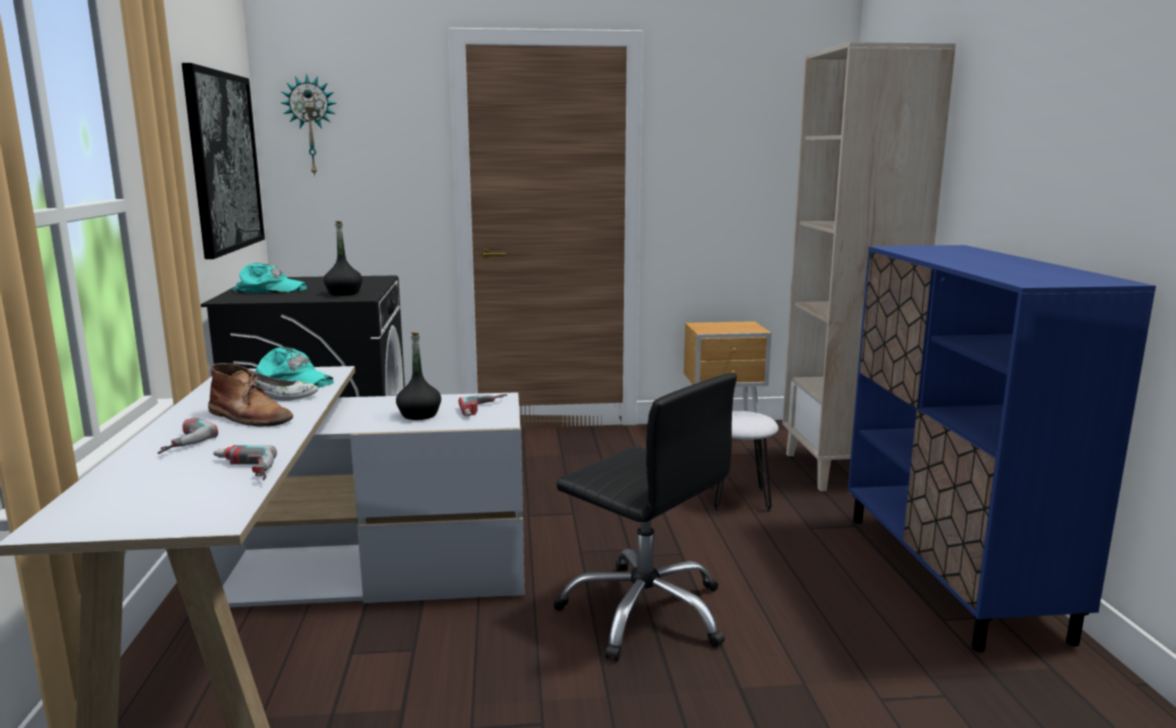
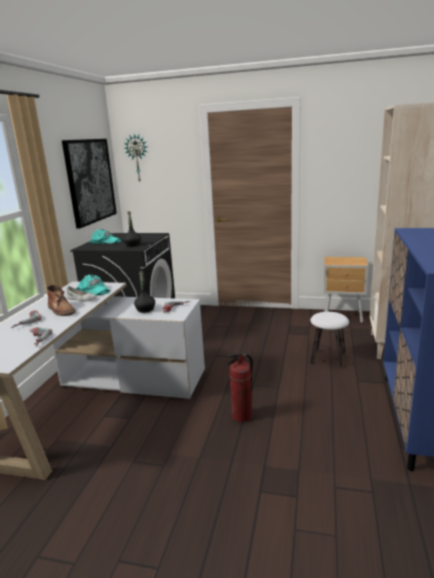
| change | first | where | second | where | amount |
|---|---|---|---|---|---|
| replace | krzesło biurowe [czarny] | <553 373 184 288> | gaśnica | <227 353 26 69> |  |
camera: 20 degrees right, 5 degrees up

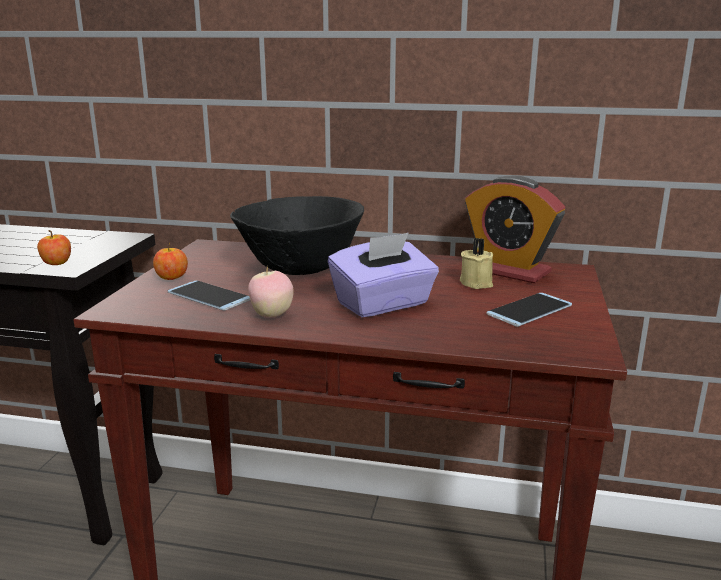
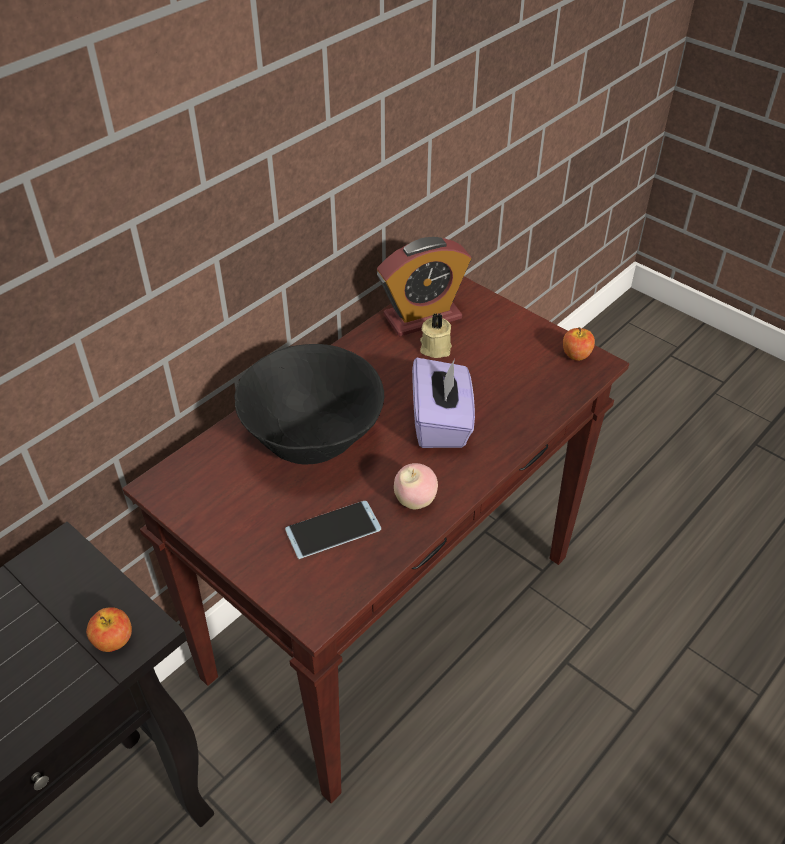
| change | first | where | second | where | amount |
|---|---|---|---|---|---|
| move | jabłko | <153 242 35 38> |  | <563 327 32 34> |  |
| delete | telefon | <486 293 86 34> |  |  |  |
camera: 60 degrees left, 25 degrees up

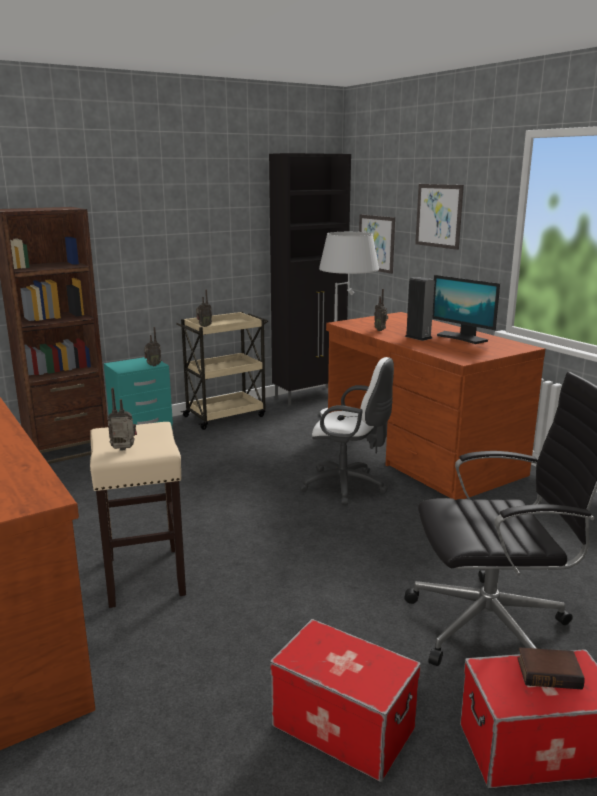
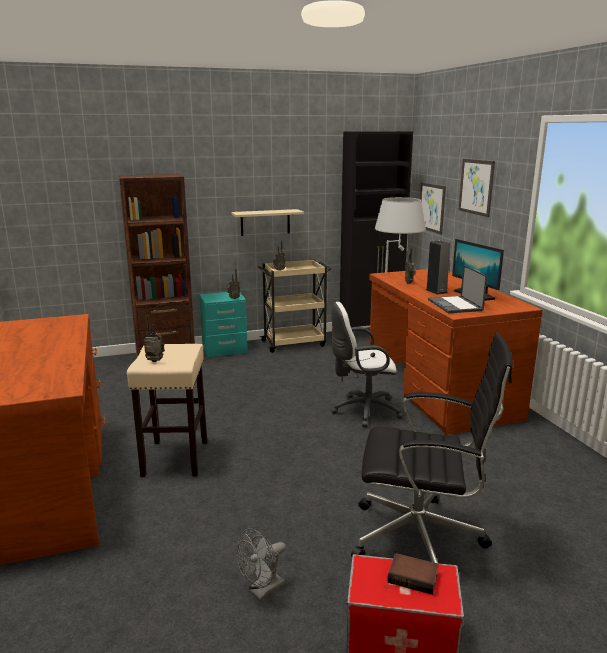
| change | first | where | second | where | amount |
|---|---|---|---|---|---|
| rotate | krzesło biurowe [biały] | <299 357 95 148> |  | <331 302 73 125> | 135 degrees clockwise |
| replace | pojemnik do przechowywania | <270 619 151 163> | wentylator [szary] | <236 528 50 72> |  |
| insert |  |  | półka [beżowy] | <231 209 73 27> |  |
| insert |  |  | laptop | <428 265 59 48> |  |
camera: 15 degrees right, 0 degrees up

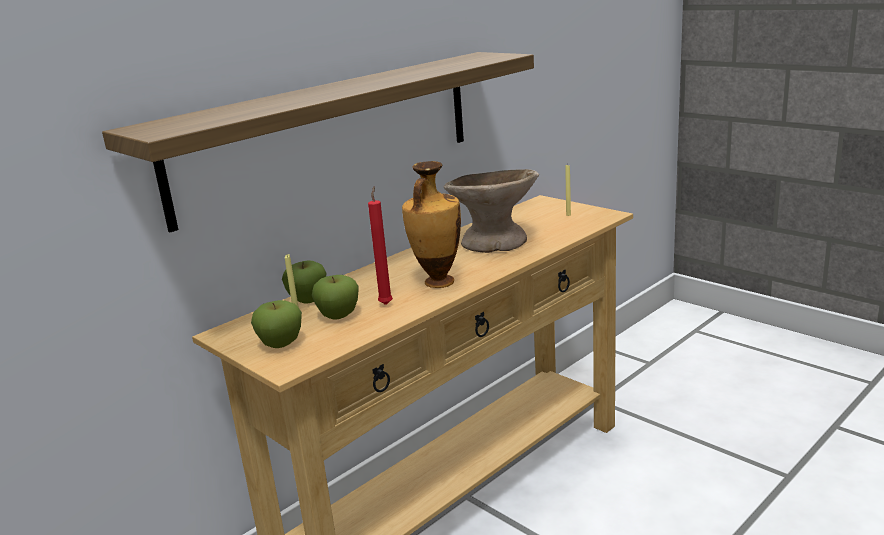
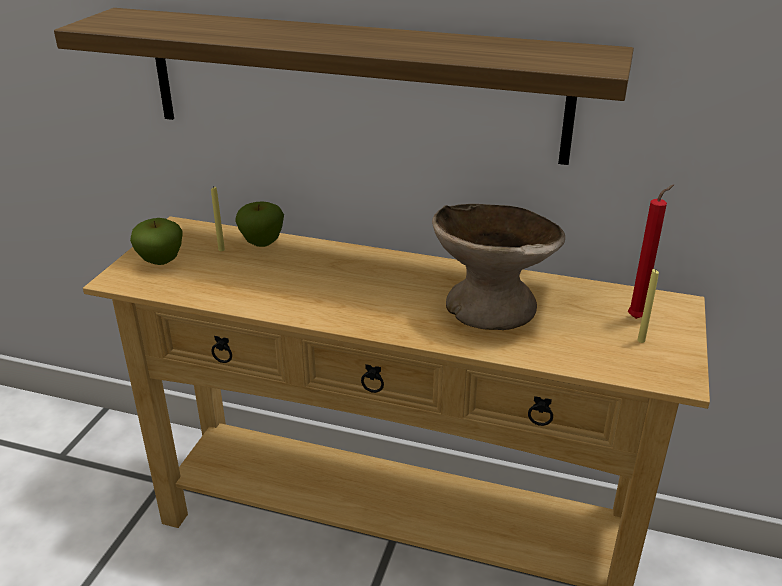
| change | first | where | second | where | amount |
|---|---|---|---|---|---|
| delete | wazon | <402 161 59 127> |  |  |  |
| move | świeca [czerwony] | <368 187 25 118> |  | <628 184 46 135> |  |
| delete | jabłko | <312 275 47 44> |  |  |  |
camera: 60 degrees right, 10 degrees up

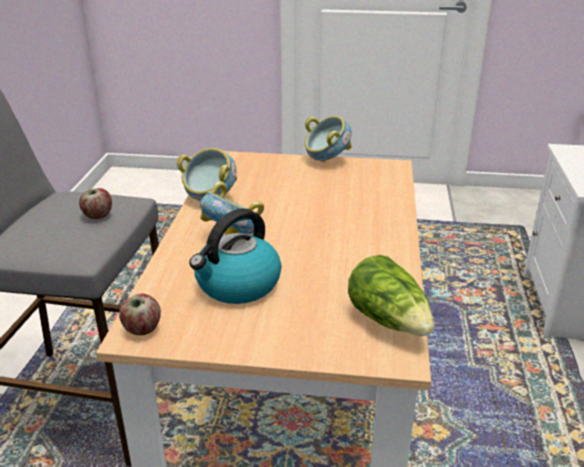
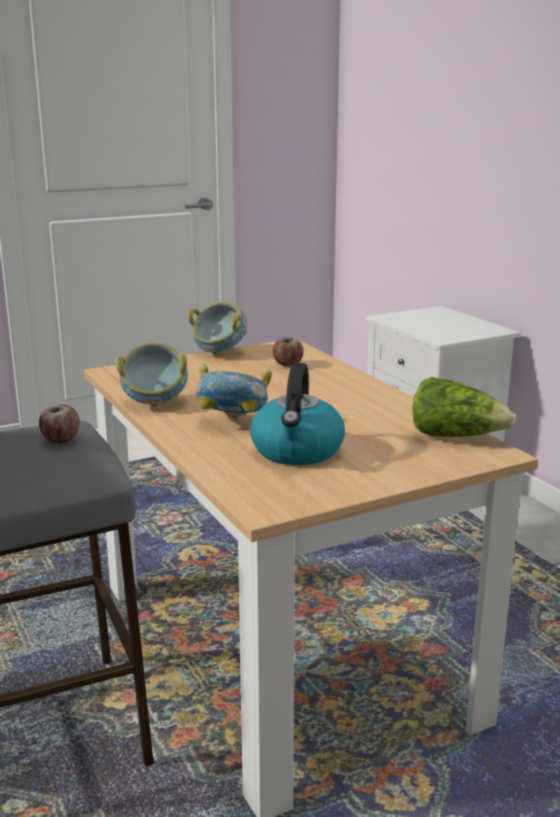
| change | first | where | second | where | amount |
|---|---|---|---|---|---|
| move | jabłko | <119 294 42 41> |  | <273 337 31 30> |  |
camera: 35 degrees left, 10 degrees down

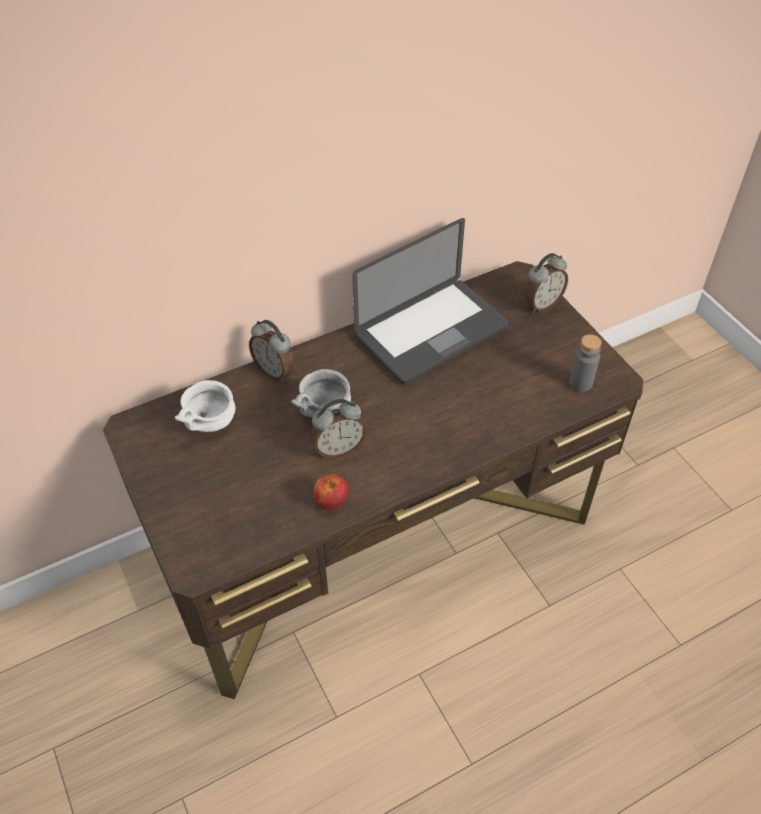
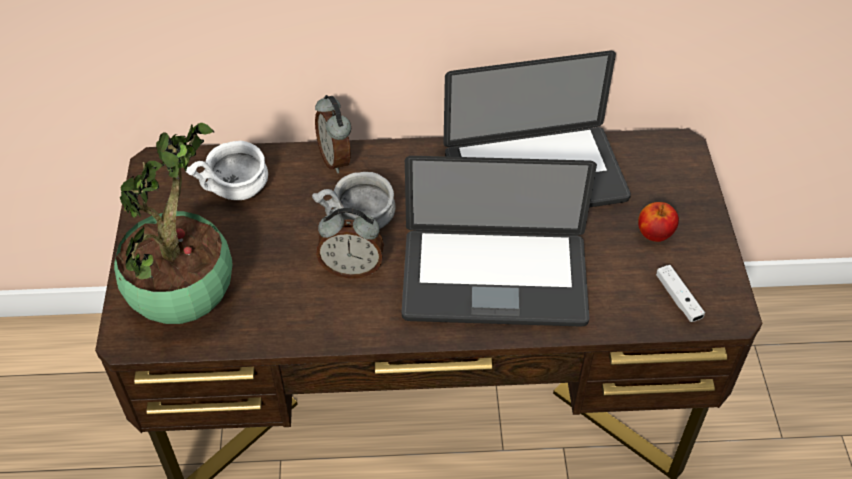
| change | first | where | second | where | amount |
|---|---|---|---|---|---|
| delete | budzik | <524 253 44 60> |  |  |  |
| replace | butelka [szary] | <569 334 32 58> | pad do gier [biały] | <656 265 49 57> |  |
| move | jabłko | <313 474 35 36> |  | <638 202 41 40> |  |
| insert |  |  | roślina doniczkowa | <114 123 119 201> |  |
| insert |  |  | laptop | <402 156 195 171> |  |
camera: 25 degrees right, 0 degrees up

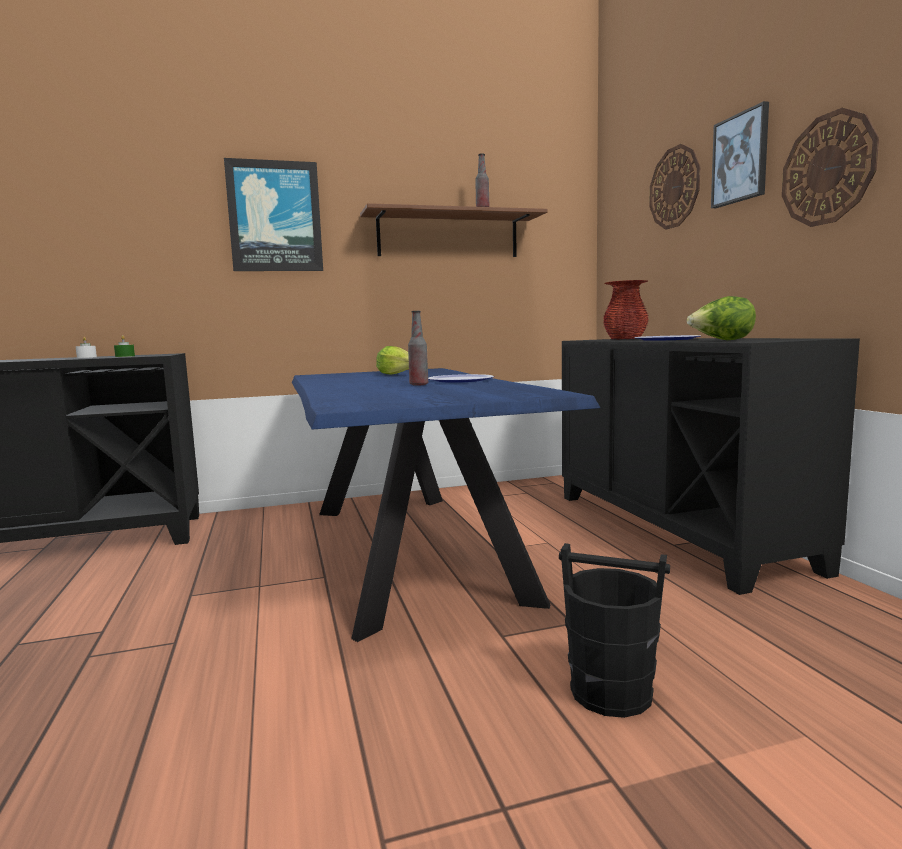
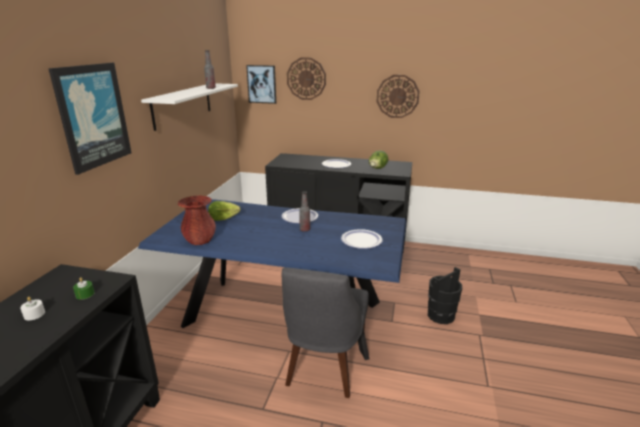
| change | first | where | second | where | amount |
|---|---|---|---|---|---|
| move | obraz | <711 101 58 107> |  | <246 65 30 39> |  |
| recolor | półka [brązowy] | <360 203 187 54> | półka [biały] | <141 83 97 48> |  |
| move | wazon [czerwony] | <603 280 46 59> |  | <178 195 38 50> |  |
| insert |  |  | talerz | <341 229 42 20> |  |
| insert |  |  | krzesło [szary] | <282 267 87 131> |  |
camera: 60 degrees left, 15 degrees up

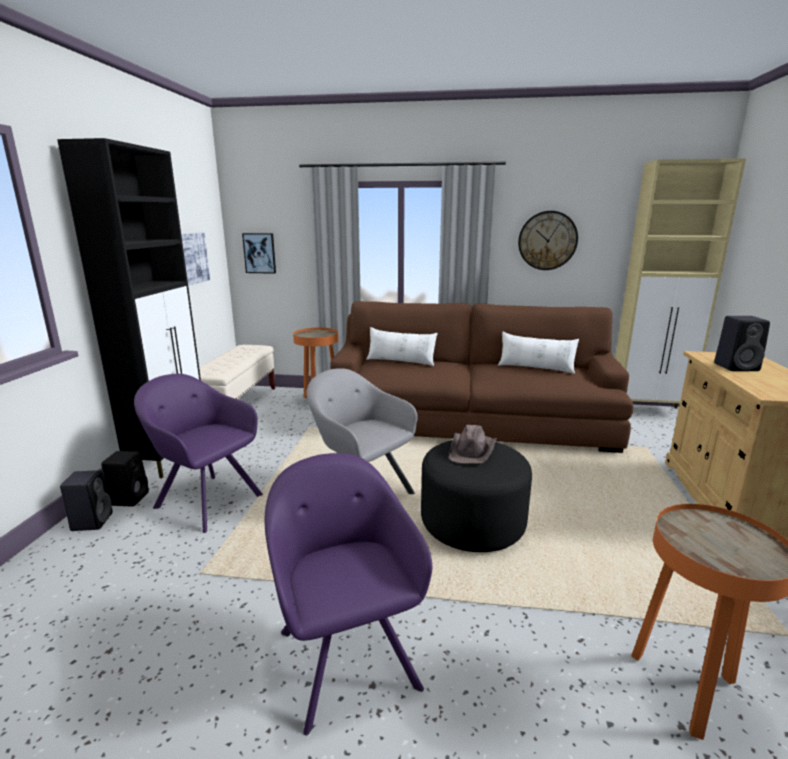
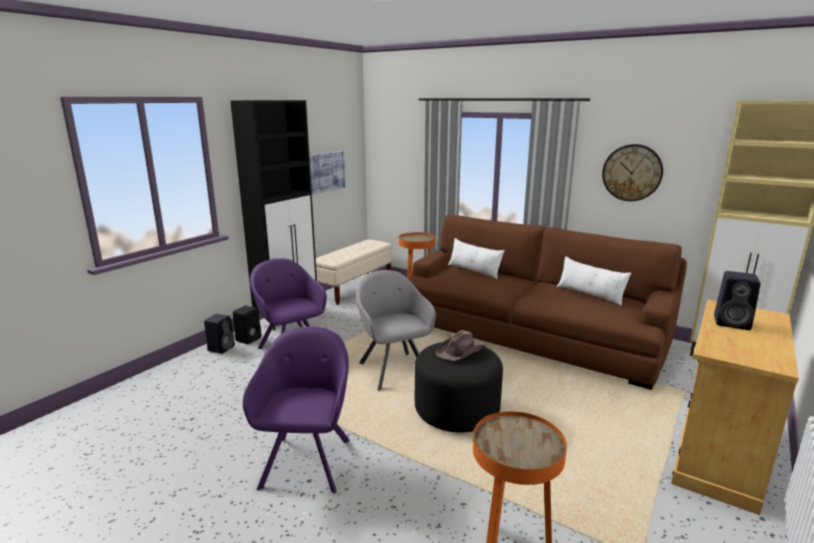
| change | first | where | second | where | amount |
|---|---|---|---|---|---|
| delete | obraz | <242 233 34 41> |  |  |  |
camera: 25 degrees right, 0 degrees up

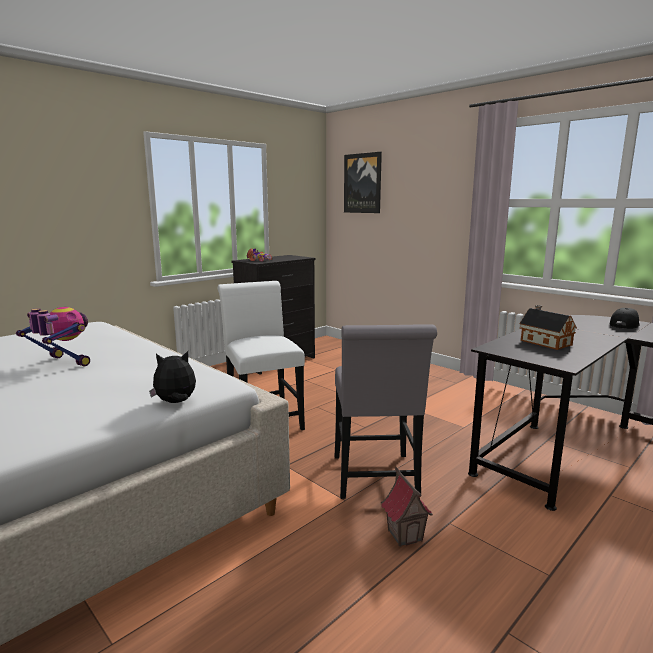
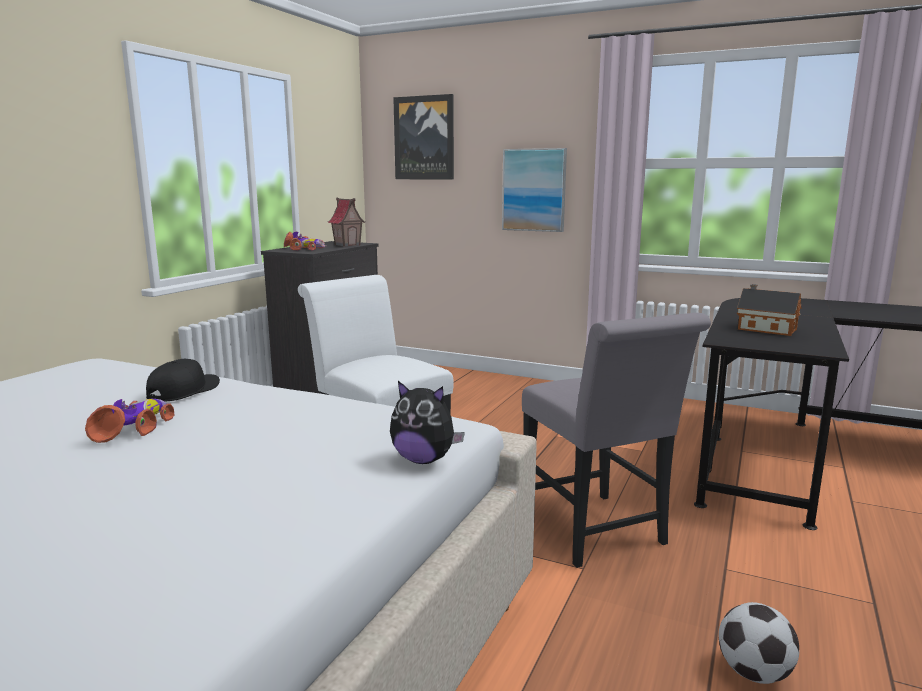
| change | first | where | second | where | amount |
|---|---|---|---|---|---|
| replace | robot zabawkowy | <16 307 74 59> | samochodzik | <85 399 89 44> |  |
| move | czapka z daszkiem [czarny] | <609 308 31 21> |  | <146 359 74 43> |  |
| rotate | pluszak | <149 351 47 52> |  | <390 381 75 83> | 120 degrees counterclockwise |
| move | domek | <381 467 52 80> |  | <328 198 37 49> |  |
| insert |  |  | obraz | <502 148 65 84> |  |
| insert |  |  | piłka futbolowa | <719 602 80 82> |  |
camera: 20 degrees left, 0 degrees up

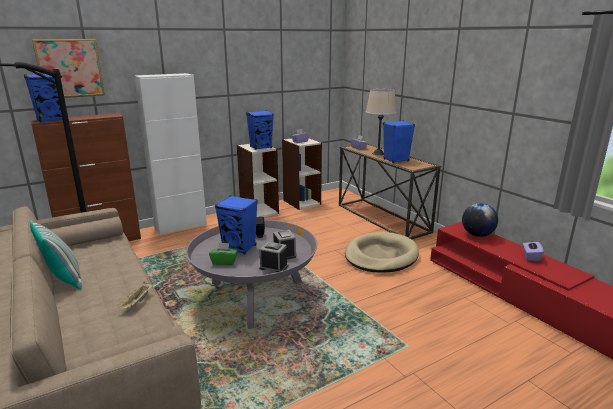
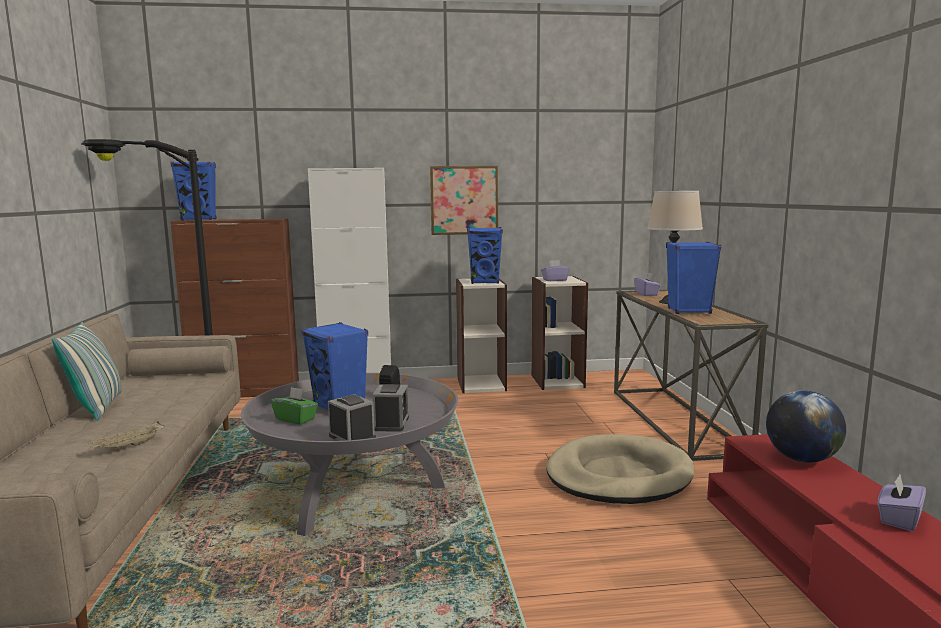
| change | first | where | second | where | amount |
|---|---|---|---|---|---|
| move | obraz | <32 39 73 59> |  | <430 166 68 69> |  |
camera: 25 degrees right, 10 degrees down

